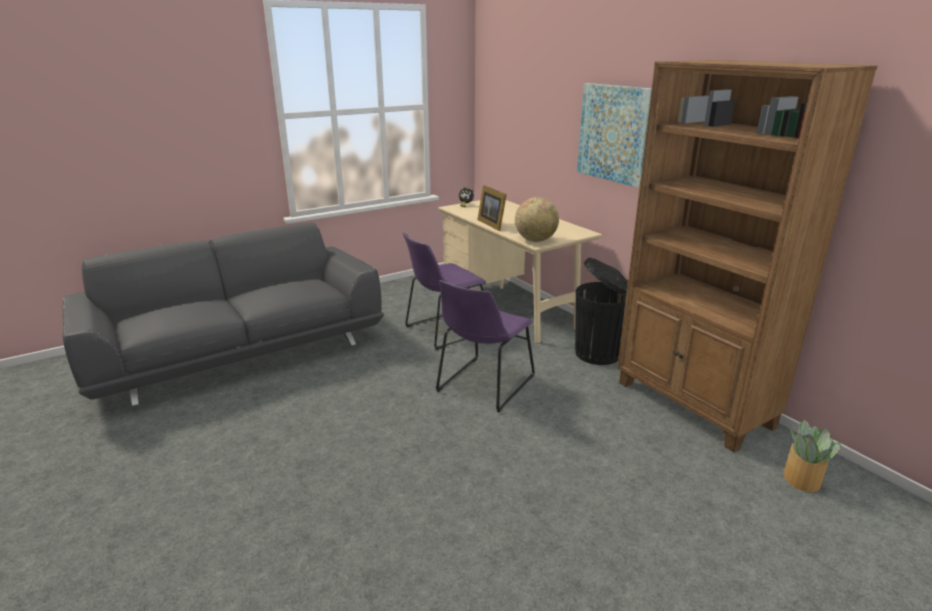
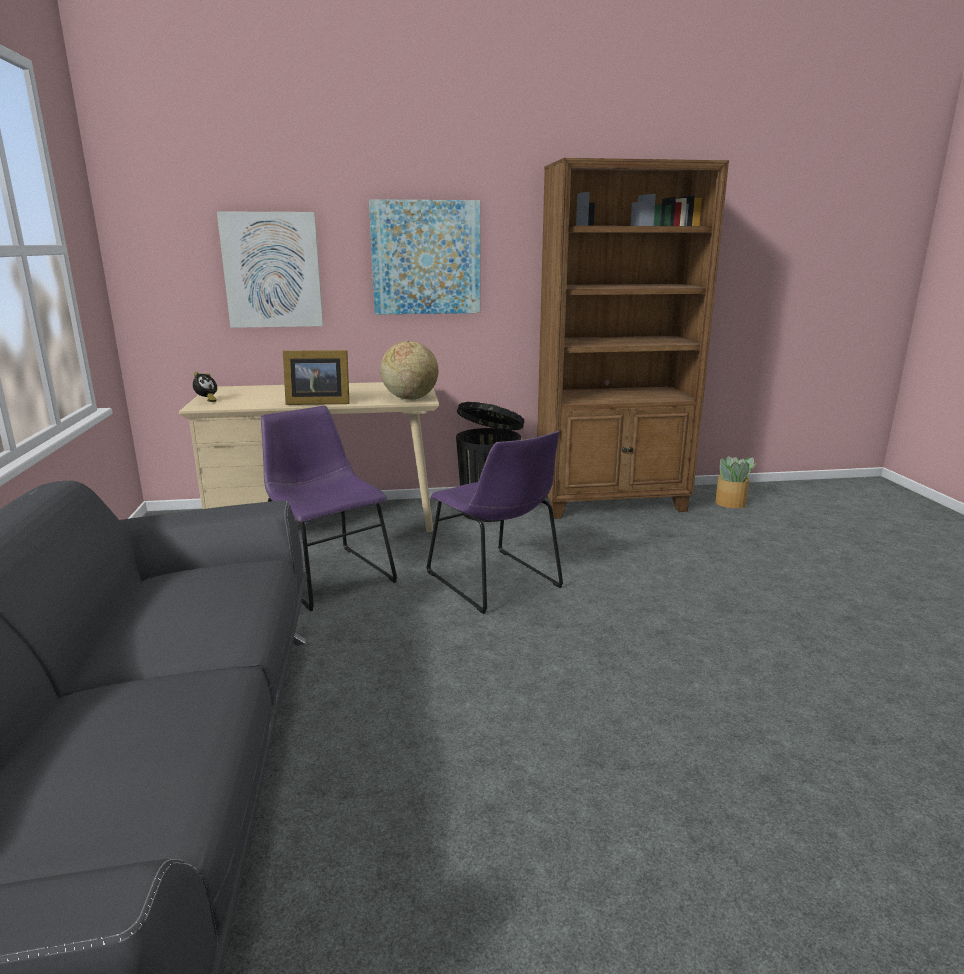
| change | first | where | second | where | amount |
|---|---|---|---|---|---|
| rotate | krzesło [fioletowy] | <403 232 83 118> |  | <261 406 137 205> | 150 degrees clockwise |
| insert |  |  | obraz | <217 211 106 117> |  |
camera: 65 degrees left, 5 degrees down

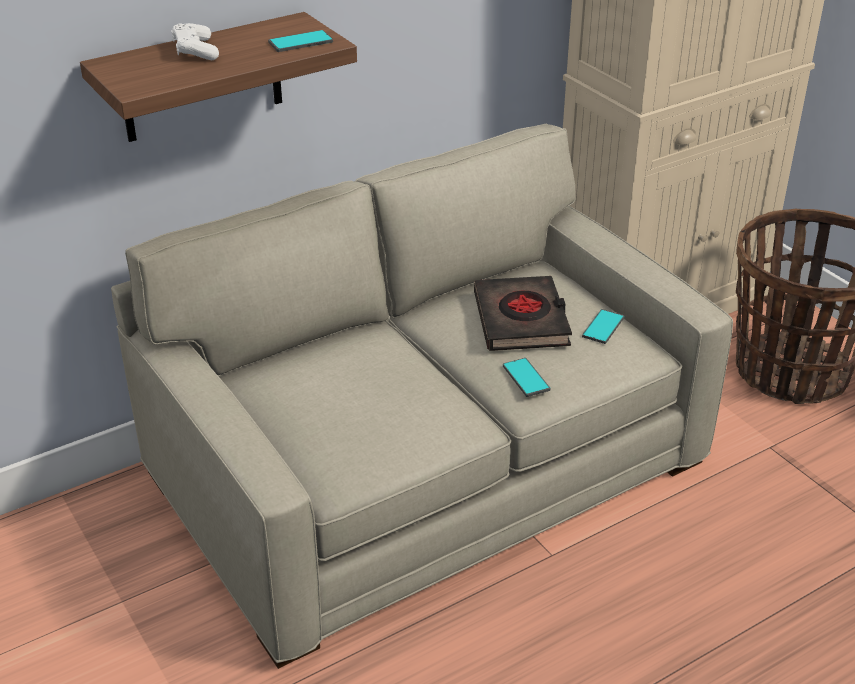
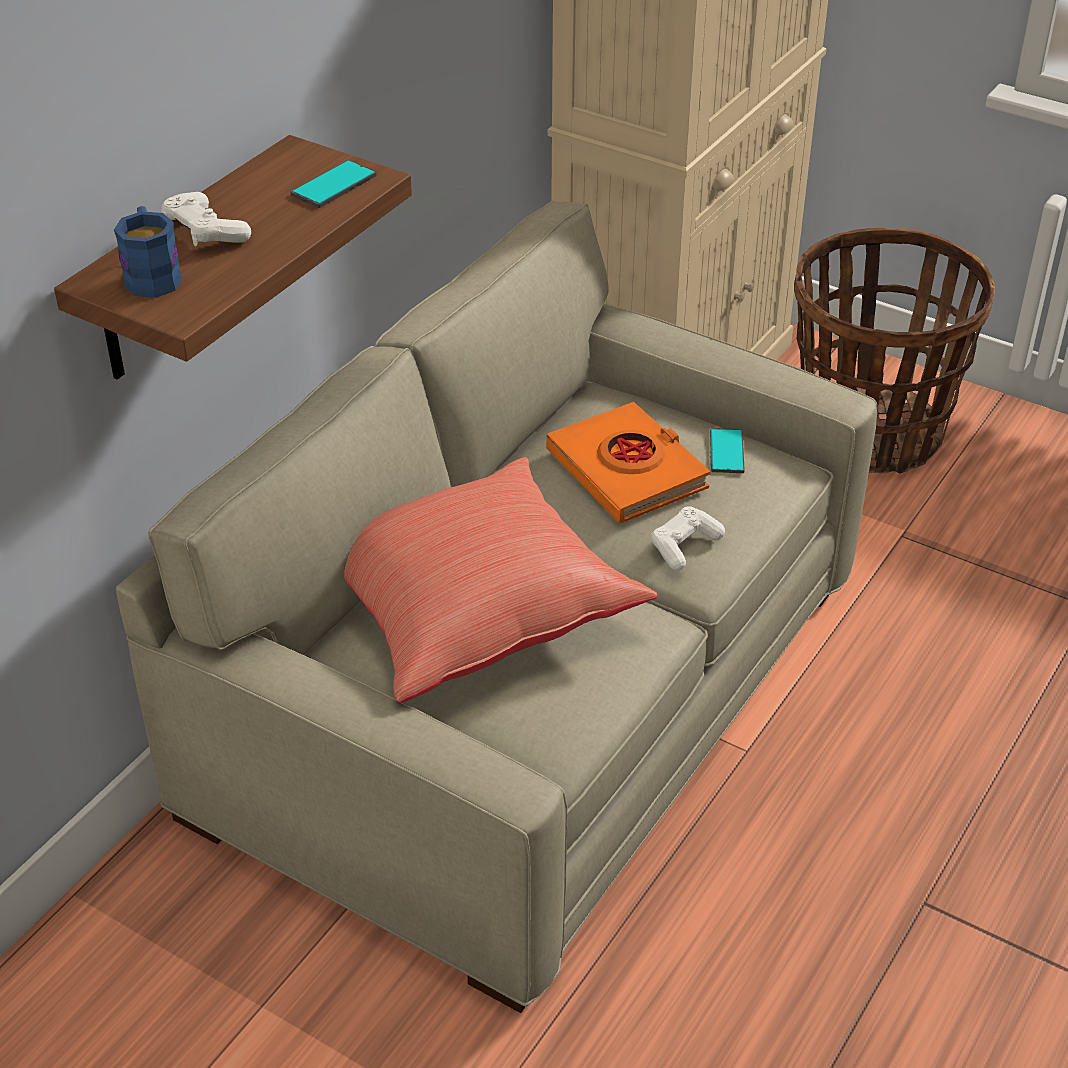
| change | first | where | second | where | amount |
|---|---|---|---|---|---|
| recolor | książka [czarny] | <474 276 98 75> | książka [pomarańczowy] | <546 402 165 121> |  |
| replace | telefon | <503 358 47 39> | pad do gier [biały] | <651 506 74 64> |  |
| insert |  |  | kubek [niebieski] | <114 206 69 92> |  |
| insert |  |  | poduszka [czerwony] | <344 457 313 246> |  |
camera: 25 degrees left, 5 degrees up

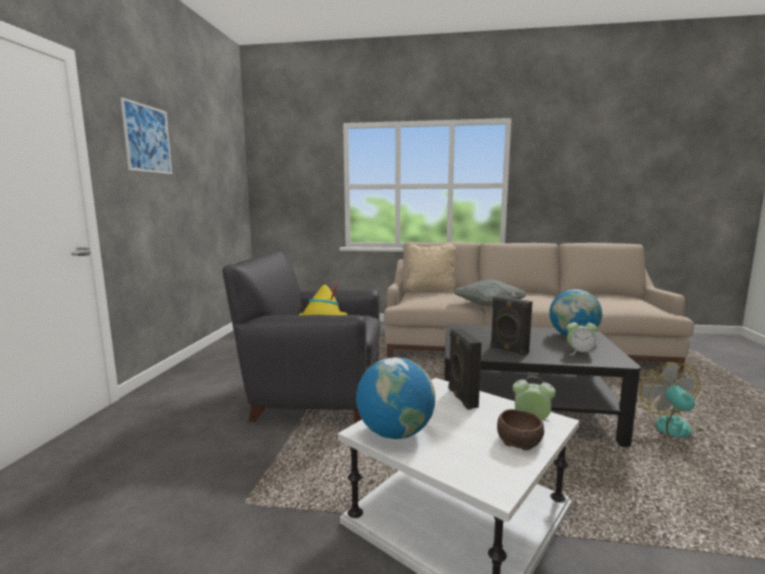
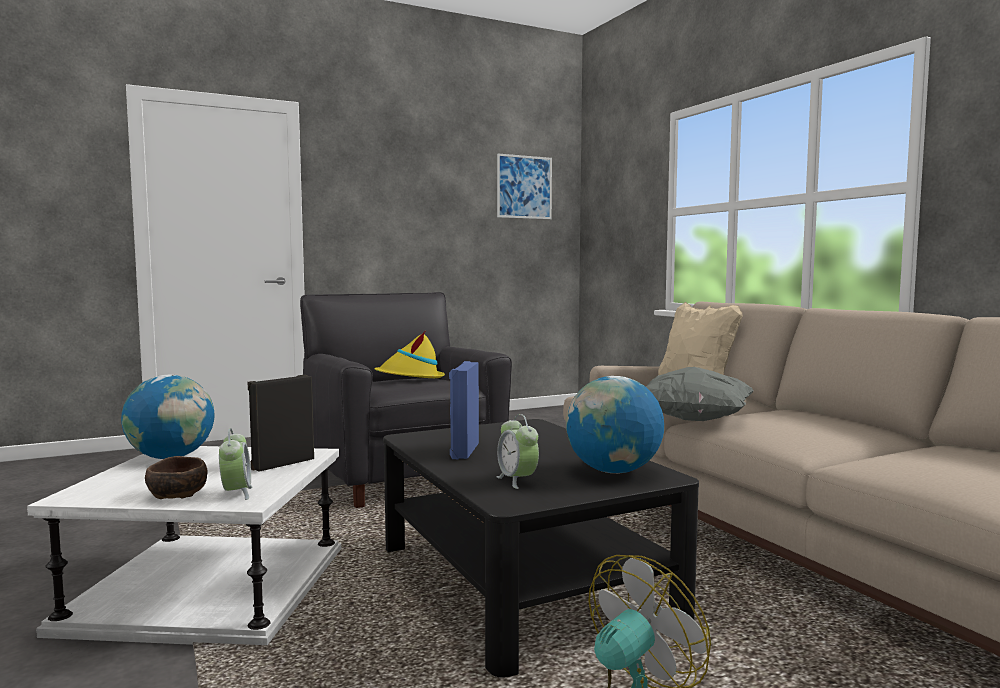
| change | first | where | second | where | amount |
|---|---|---|---|---|---|
| move | obraz | <120 97 52 77> |  | <497 153 55 66> |  |
| recolor | głośnik [czarny] | <490 296 43 60> | głośnik [niebieski] | <449 361 30 98> |  |
camera: 55 degrees right, 5 degrees down

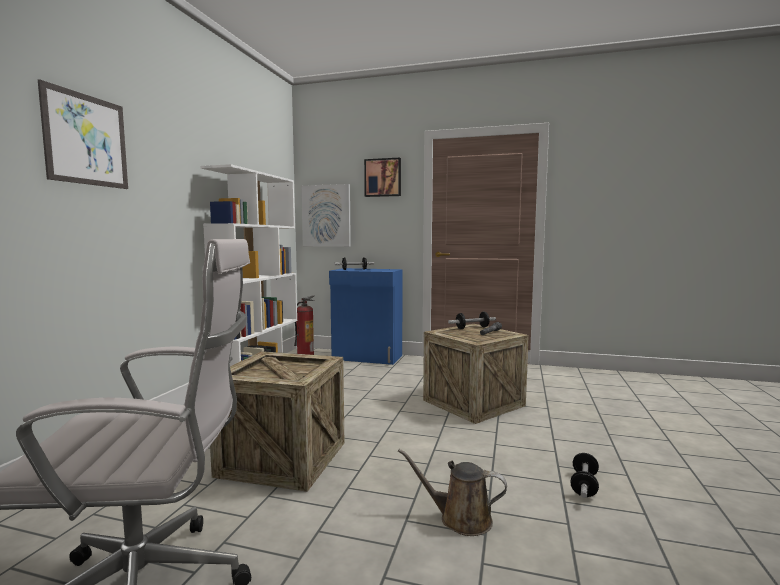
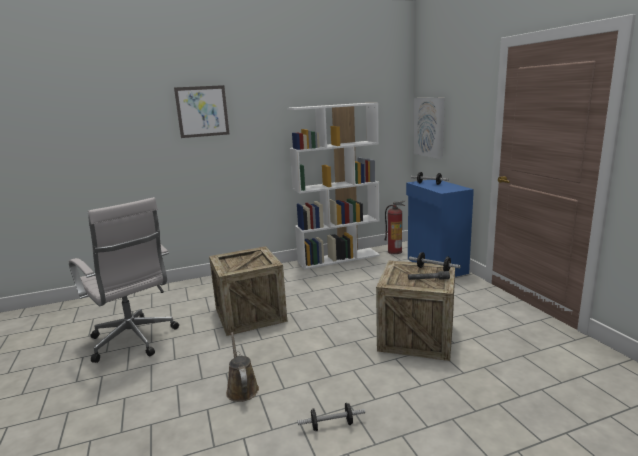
| change | first | where | second | where | amount |
|---|---|---|---|---|---|
| delete | obraz | <364 158 37 39> |  |  |  |
camera: 55 degrees right, 10 degrees up

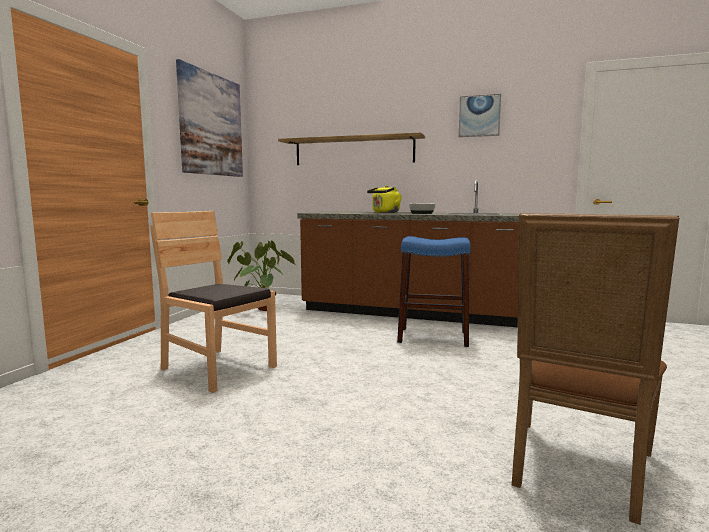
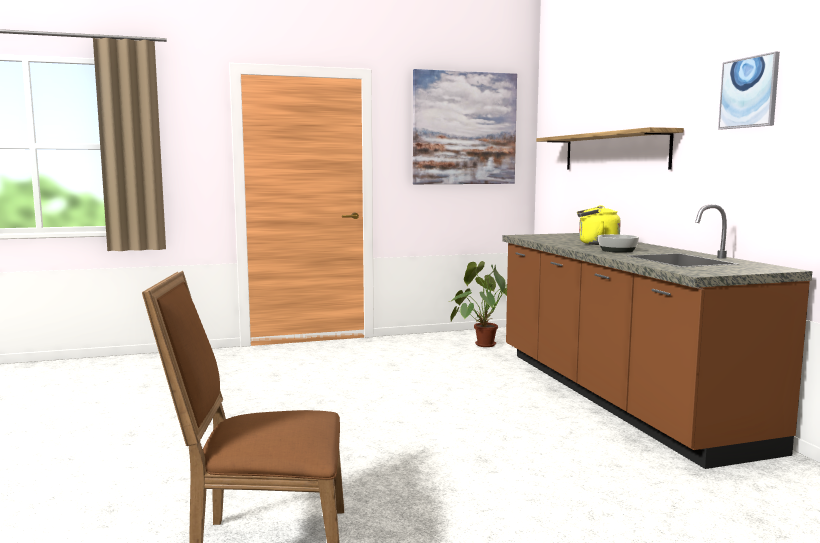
| change | first | where | second | where | amount |
|---|---|---|---|---|---|
| delete | krzesło [brązowy] | <150 211 127 182> |  |  |  |
| delete | stołek [niebieski] | <397 236 74 111> |  |  |  |
camera: 55 degrees right, 0 degrees up

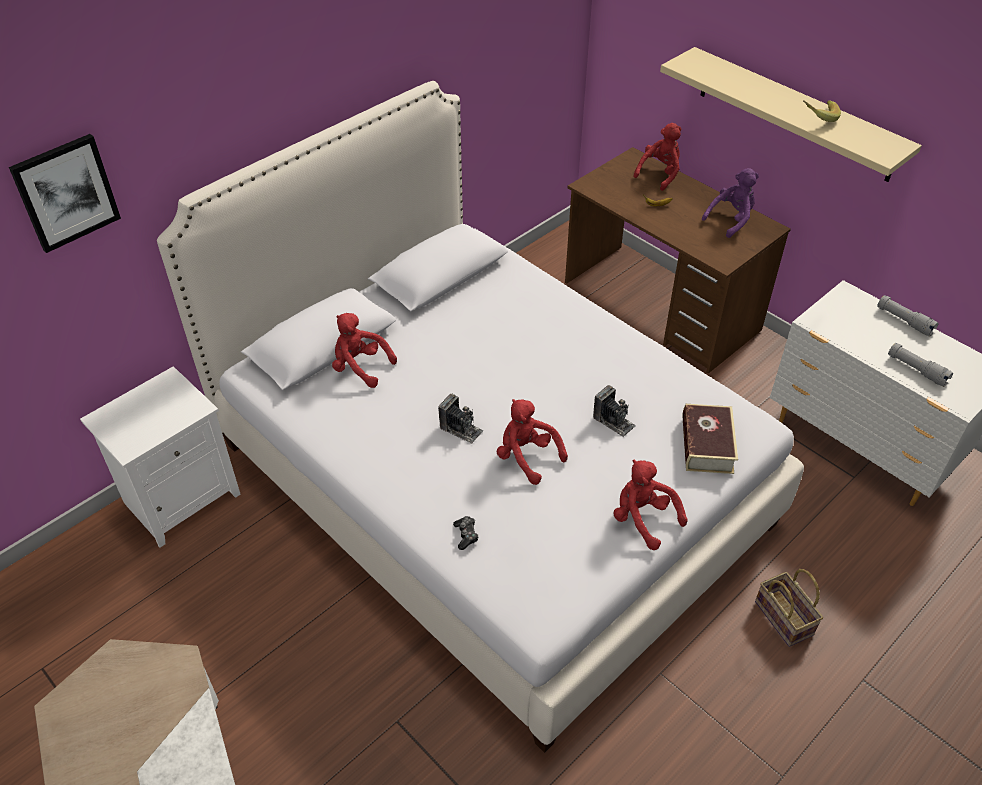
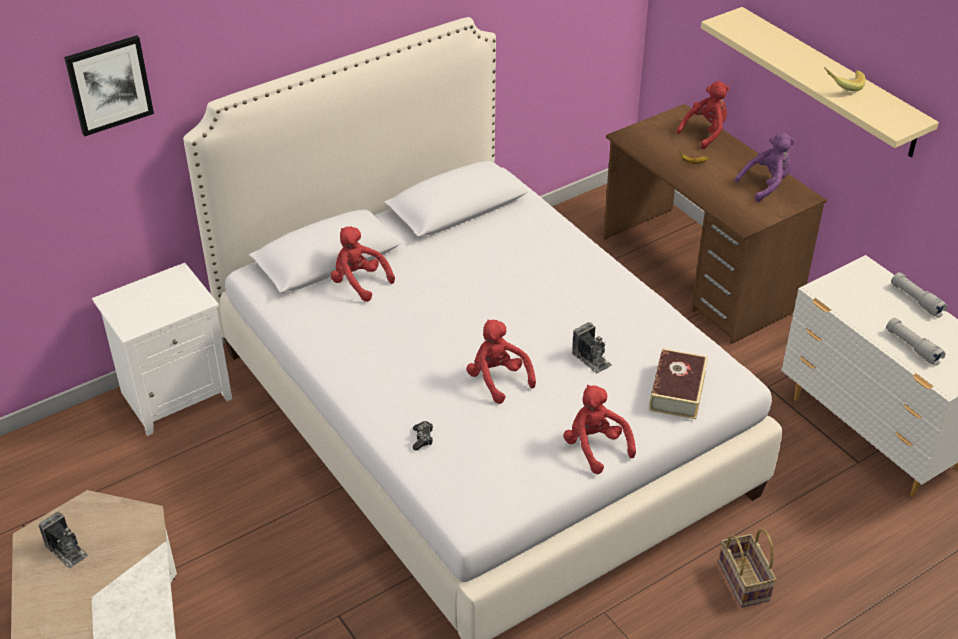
| change | first | where | second | where | amount |
|---|---|---|---|---|---|
| move | aparat fotograficzny | <438 394 46 50> |  | <39 511 50 58> |  |
camera: 10 degrees right, 5 degrees down

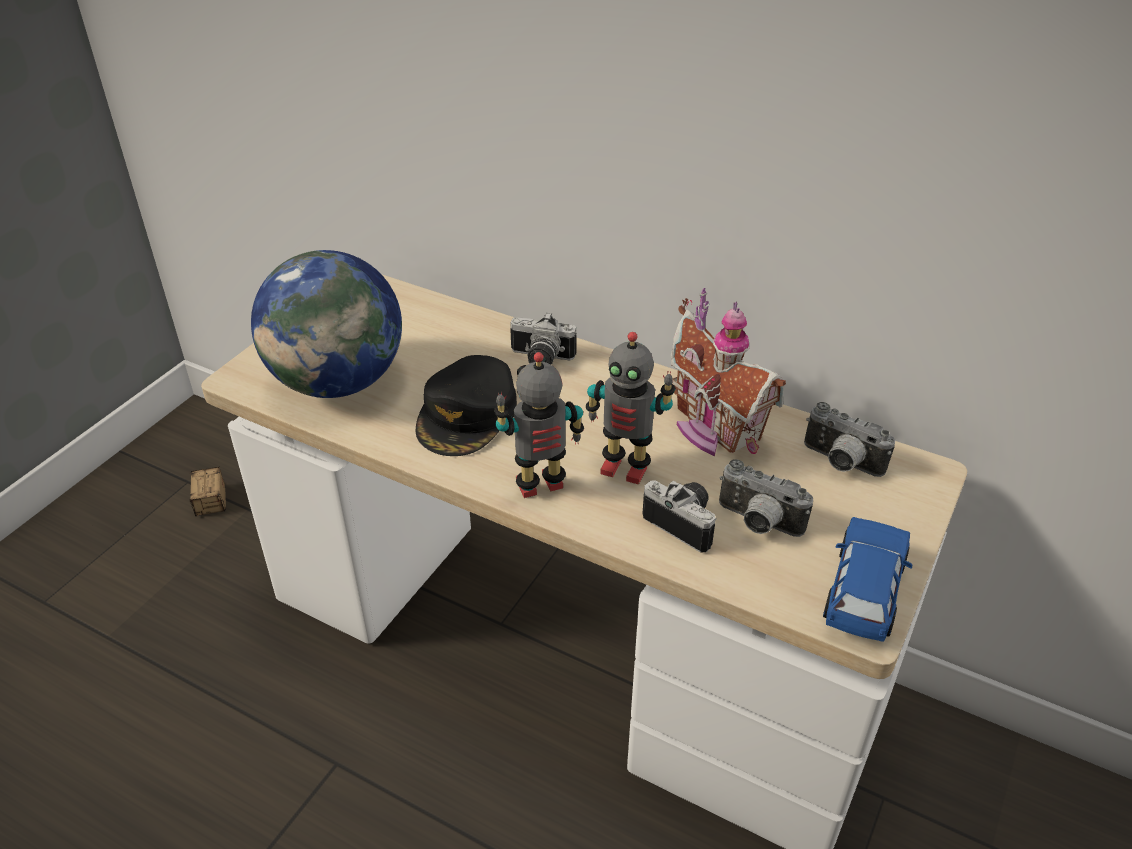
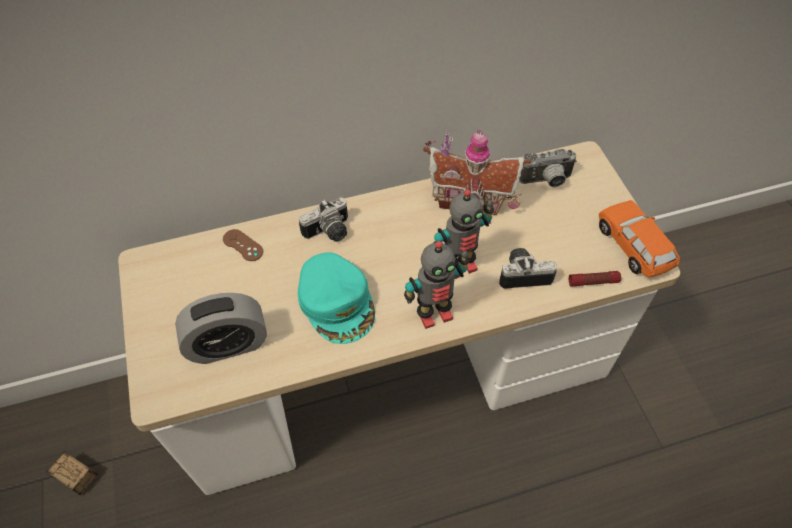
| change | first | where | second | where | amount |
|---|---|---|---|---|---|
| replace | globus | <251 250 151 148> | budzik | <175 293 92 71> |  |
| rotate | robot zabawkowy | <494 352 90 146> |  | <404 241 65 88> | 135 degrees counterclockwise |
| recolor | czapka z daszkiem [czarny] | <416 355 101 101> | czapka z daszkiem [turkusowy] | <297 252 78 92> |  |
| delete | aparat fotograficzny | <719 459 94 78> |  |  |  |
| recolor | samochodzik [niebieski] | <823 517 89 125> | samochodzik [pomarańczowy] | <599 200 81 78> |  |
| insert |  |  | pad do gier [brązowy] | <223 229 40 32> |  |
| insert |  |  | latarka | <569 271 52 16> |  |
camera: 45 degrees left, 15 degrees up

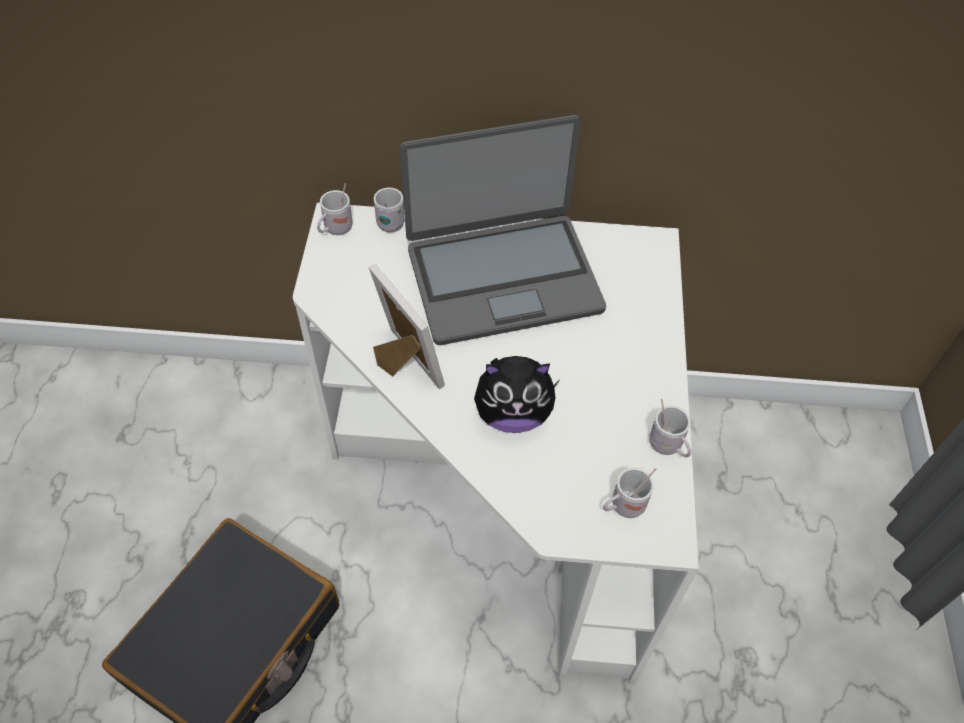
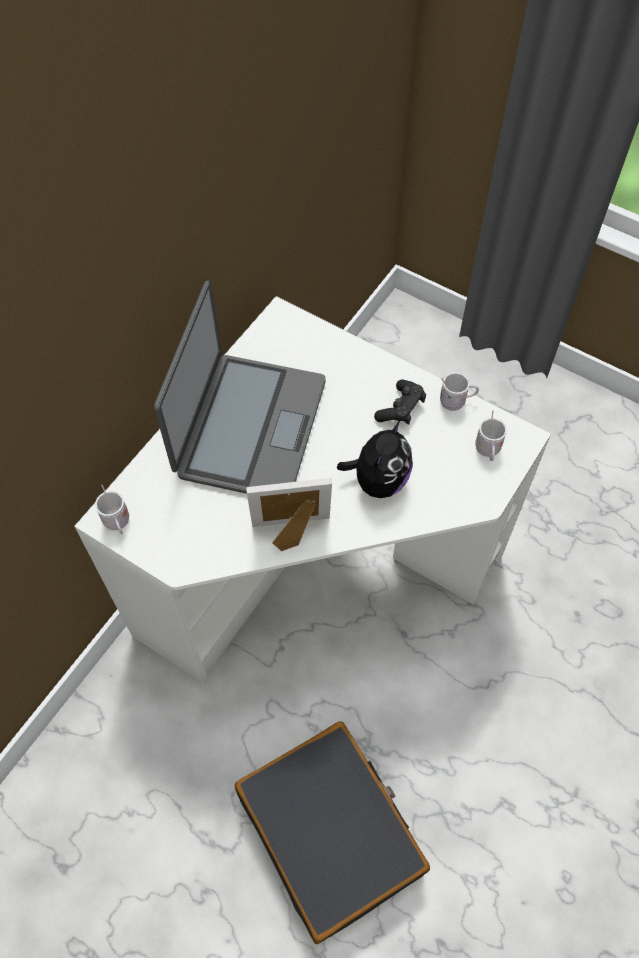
| change | first | where | second | where | amount |
|---|---|---|---|---|---|
| delete | kubek [biały] | <374 188 31 44> |  |  |  |
| insert |  |  | pad do gier [czarny] | <374 380 52 45> |  |
camera: 60 degrees left, 5 degrees up

